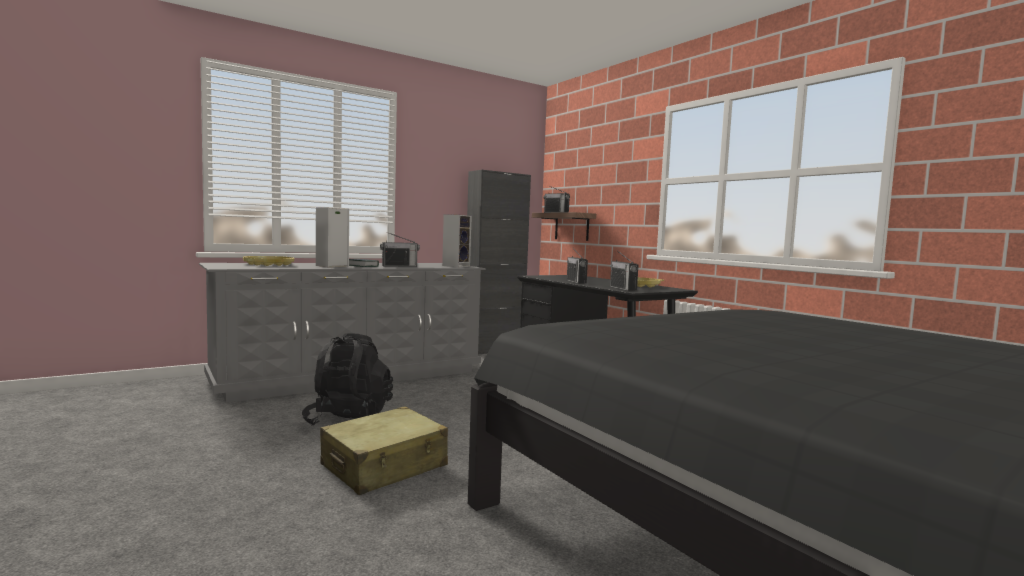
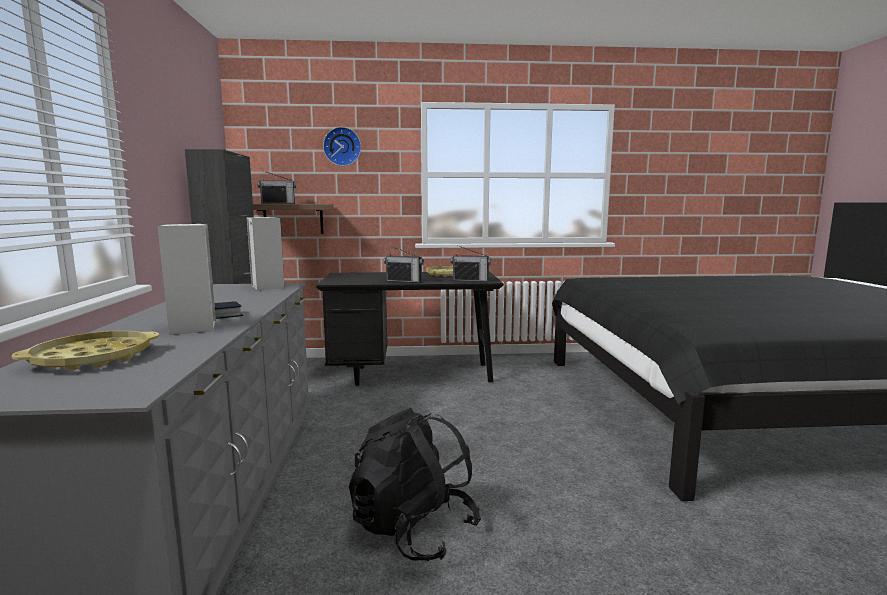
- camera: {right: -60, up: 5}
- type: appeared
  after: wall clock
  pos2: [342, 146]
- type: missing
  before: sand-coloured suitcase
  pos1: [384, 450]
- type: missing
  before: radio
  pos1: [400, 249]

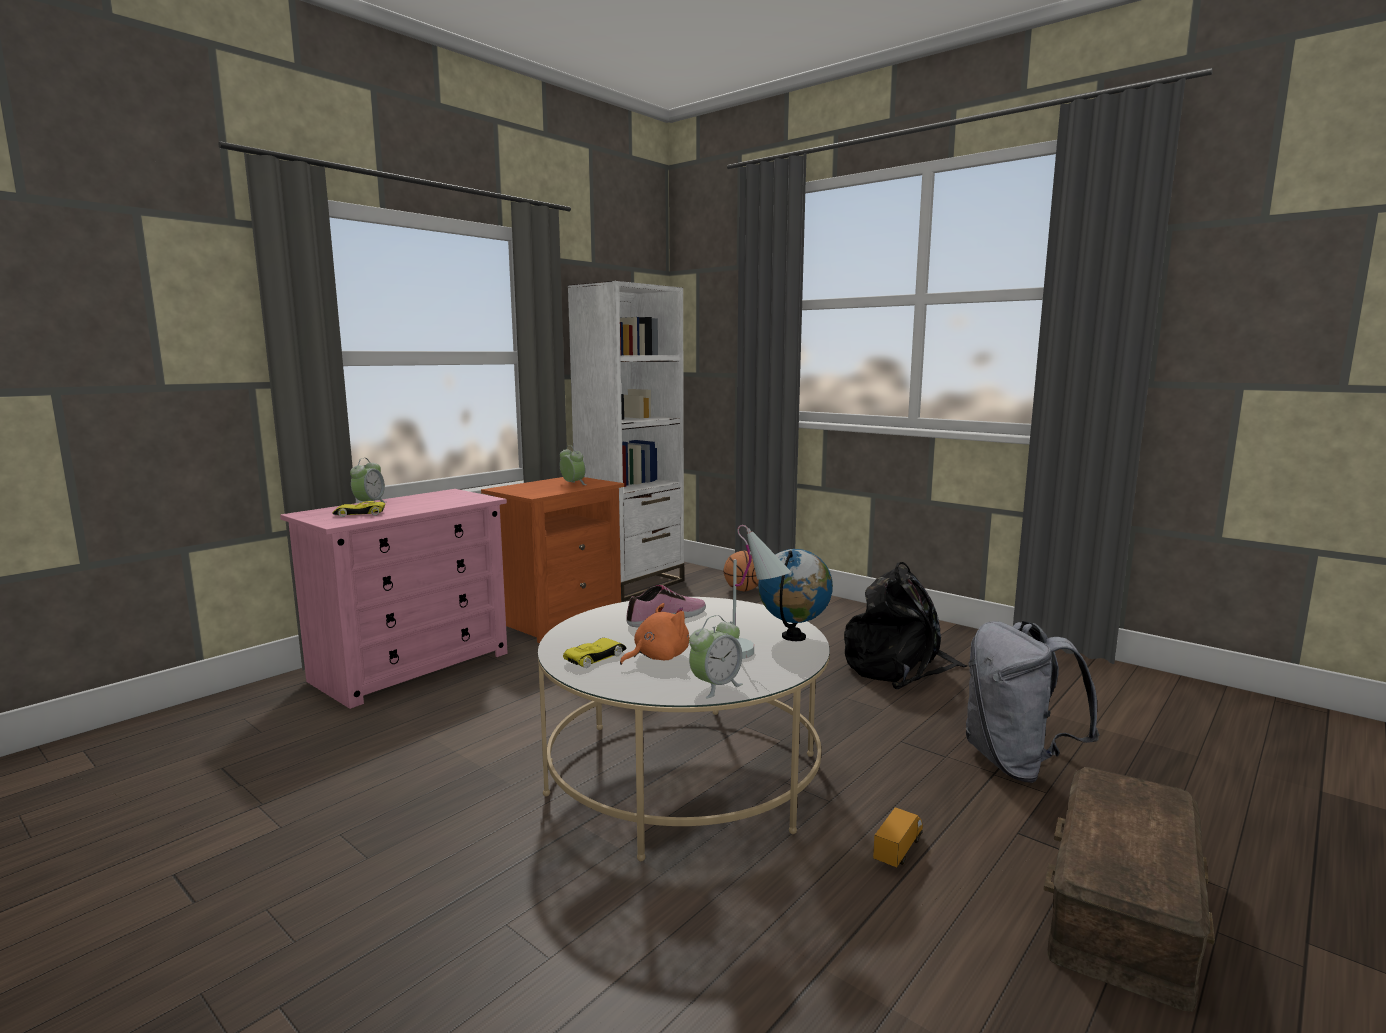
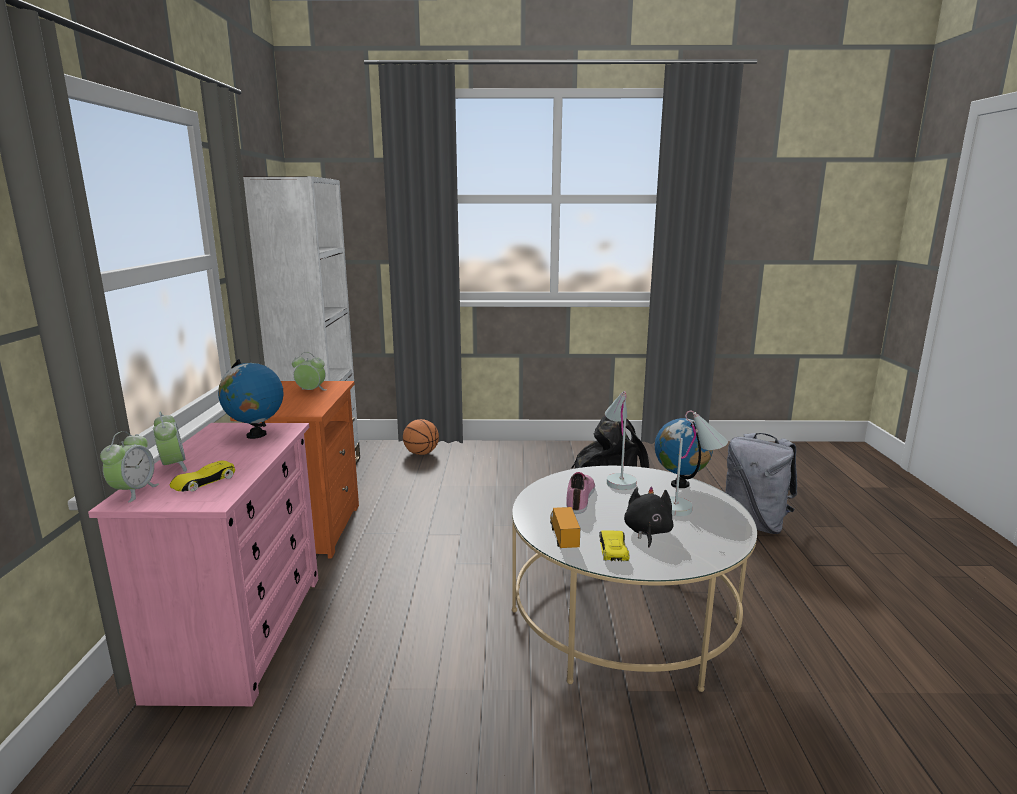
- camera: {right: -40, up: 5}
- type: relocated
  before: bedside clock
  pos1: [716, 657]
  pos2: [129, 466]
- type: appeared
  after: globe
  pos2: [251, 399]
- type: relocated
  before: toy lorry
  pos1: [898, 837]
  pos2: [565, 527]
- type: appeared
  after: whitish lamp for a table
  pos2: [621, 440]
- type: colour
  before: orange plush toy
  after: blackish plush toy
  pos1: [654, 634]
  pos2: [648, 517]
- type: missing
  before: brownish storage container
  pos1: [1129, 889]

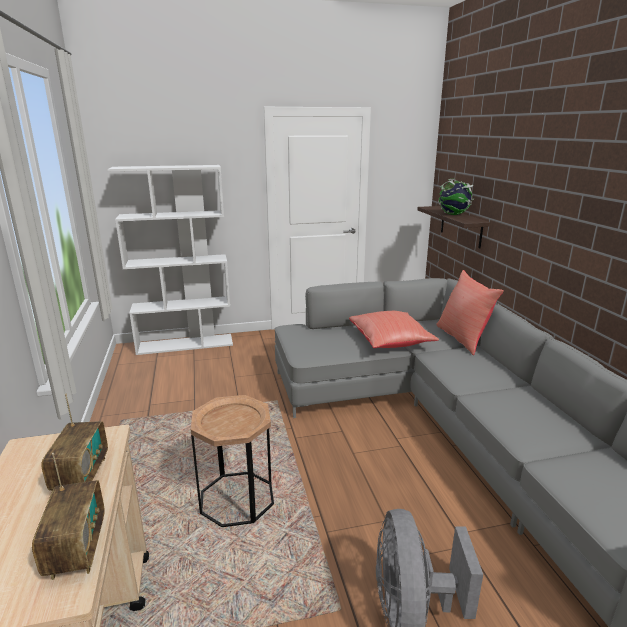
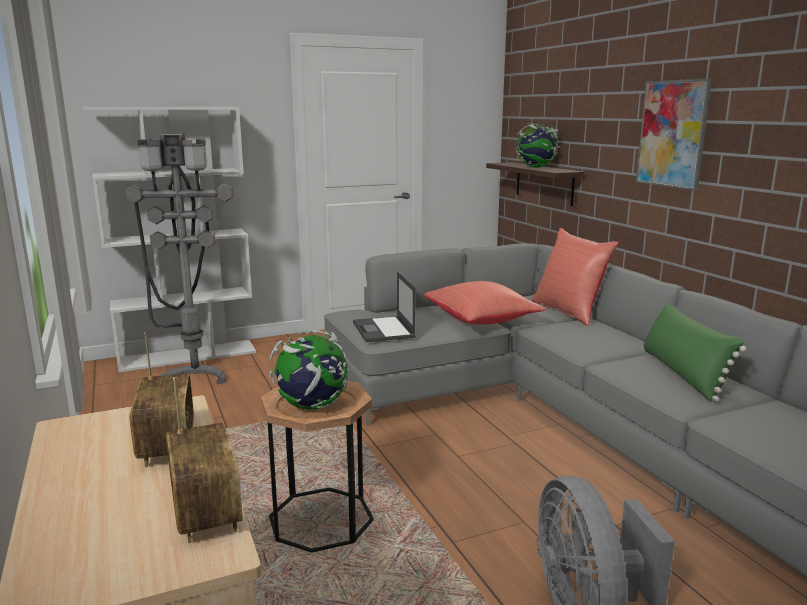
- camera: {right: -10, up: -5}
- type: appeared
  after: greyish floor lamp
  pos2: [179, 258]
- type: appeared
  after: globe
  pos2: [309, 370]
- type: appeared
  after: laptop
  pos2: [384, 307]
- type: appeared
  after: picture
  pos2: [674, 134]
- type: appeared
  after: green cushion
  pos2: [695, 351]

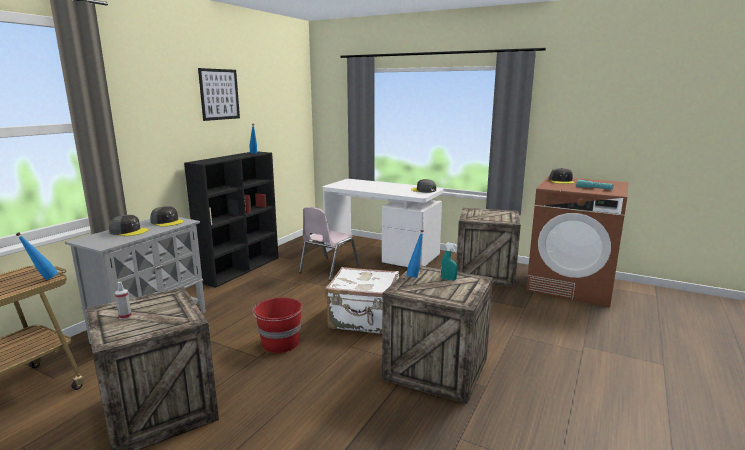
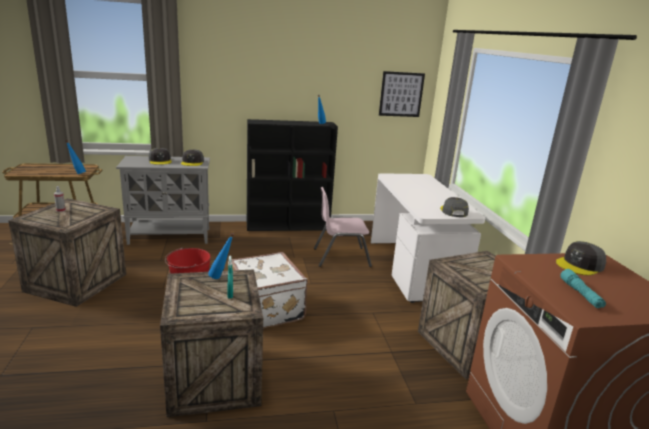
- camera: {right: 50, up: 5}
- type: relocated
  before: picture
  pos1: [219, 94]
  pos2: [402, 94]

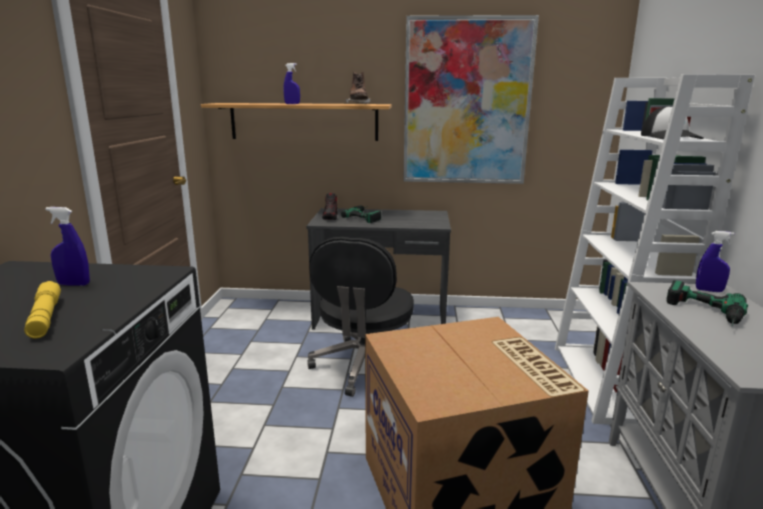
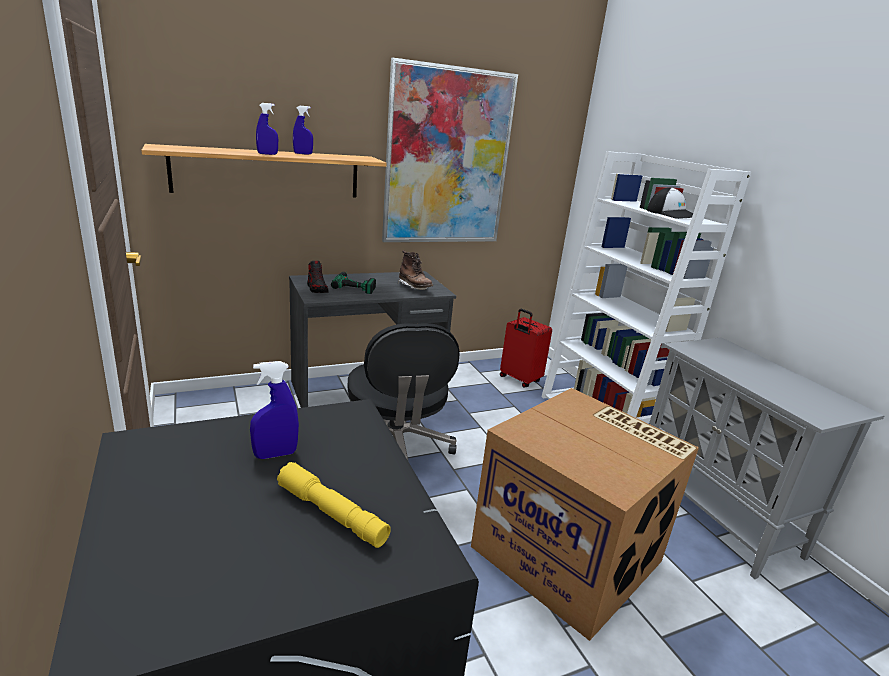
- camera: {right: -30, up: 5}
- type: relocated
  before: blue-coloured hand sprayer
  pos1: [715, 261]
  pos2: [303, 130]
- type: relocated
  before: brownish tall boot
  pos1: [358, 88]
  pos2: [415, 270]
- type: appeared
  after: reddish suitcase
  pos2: [526, 348]
- type: missing
  before: power drill
  pos1: [707, 303]

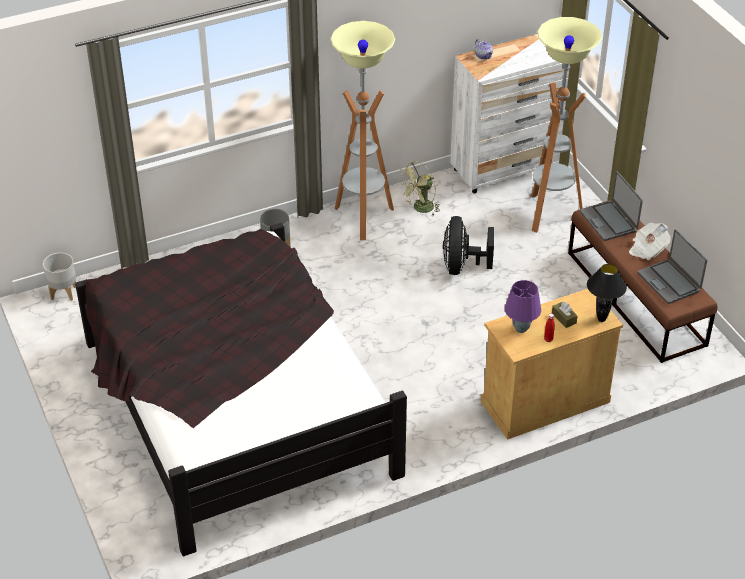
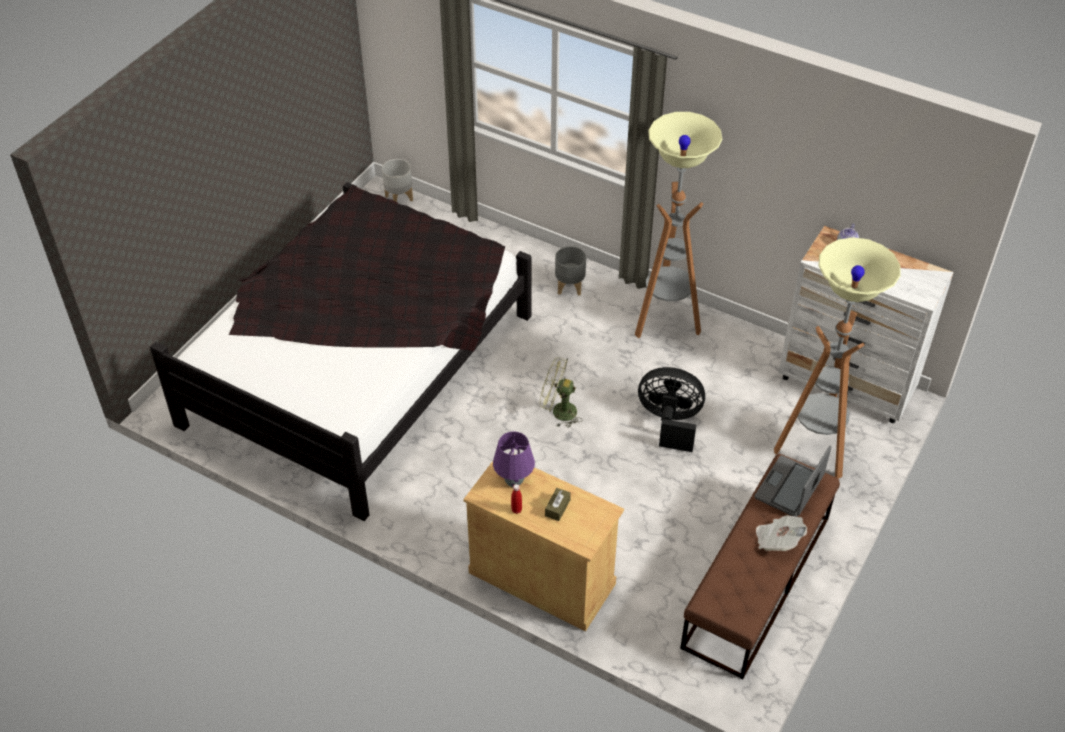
- camera: {right: 55, up: 5}
- type: relocated
  before: green electric fan
  pos1: [419, 188]
  pos2: [561, 392]
- type: spun
  before: blackish electric fan
  pos1: [468, 245]
  pos2: [671, 409]
  turn: 45
- type: missing
  before: blackish lamp for a table
  pos1: [607, 293]
- type: missing
  before: laptop
  pos1: [672, 266]

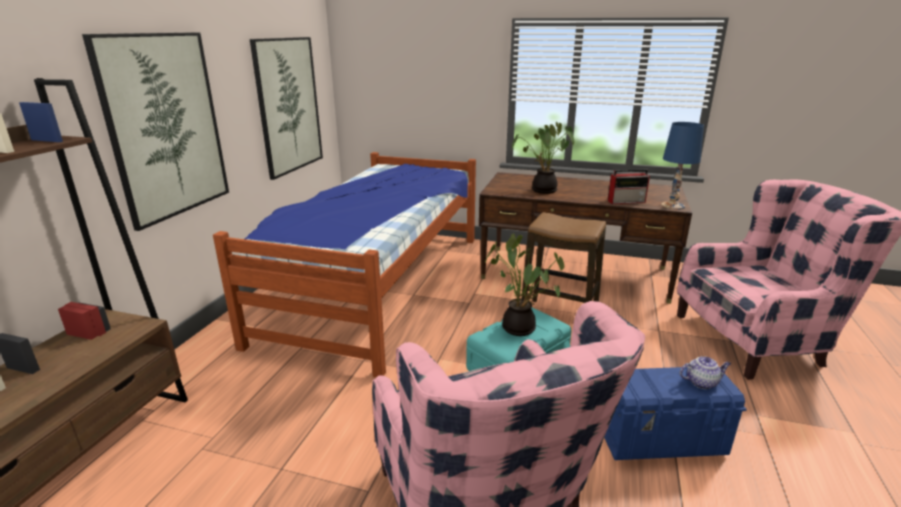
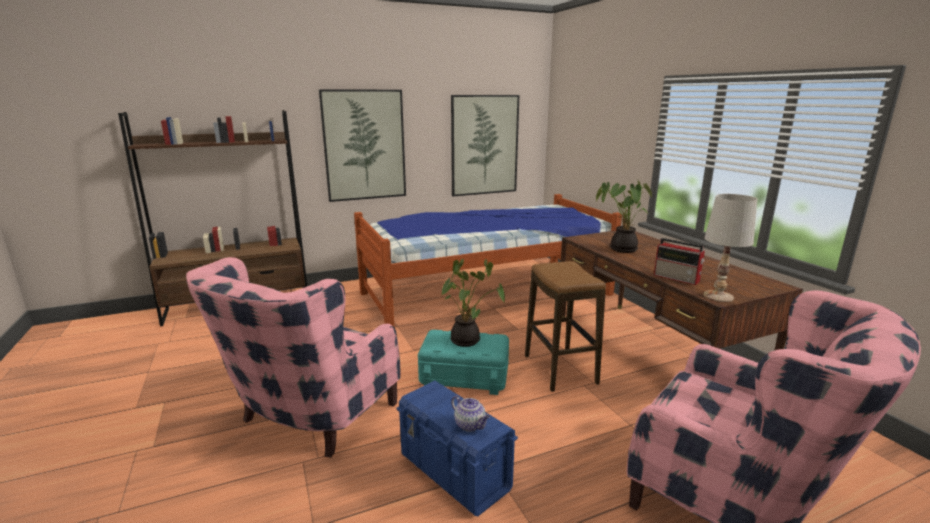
- camera: {right: 50, up: -5}
- type: colour
  before: blue-coloured lamp for a table
  after: whitish lamp for a table
  pos1: [682, 166]
  pos2: [730, 248]

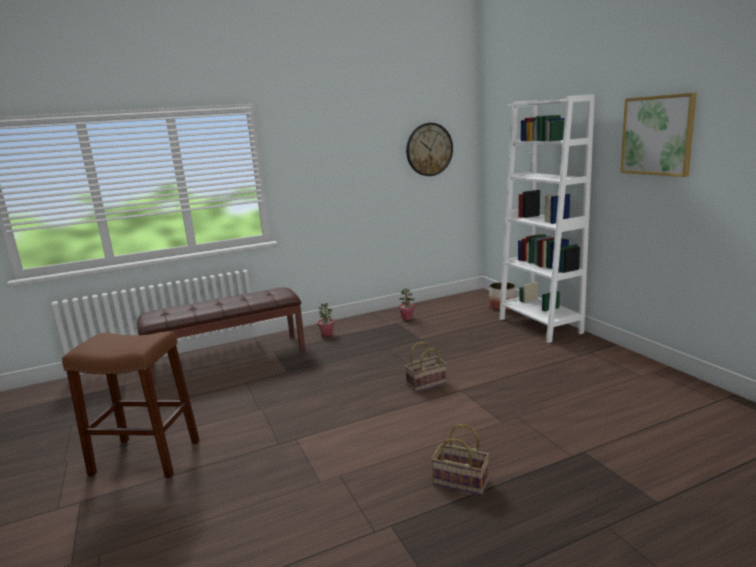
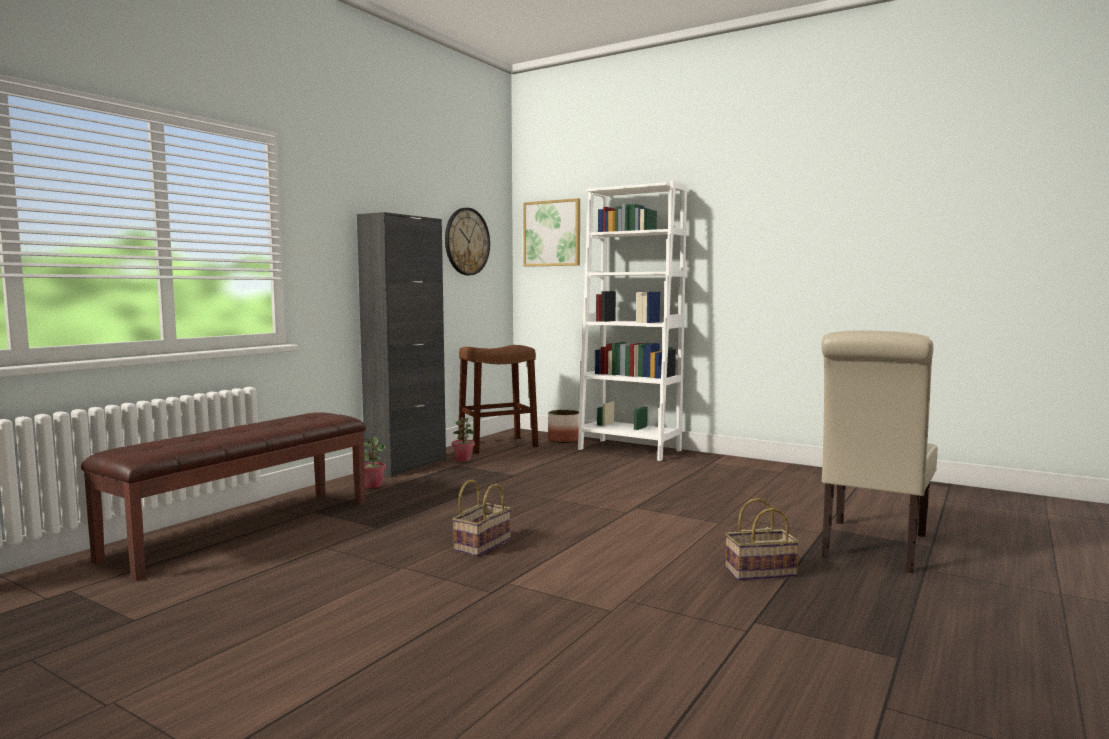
- camera: {right: -35, up: -10}
- type: appeared
  after: blackish storage cabinet
  pos2: [401, 344]
- type: relocated
  before: basket
  pos1: [426, 367]
  pos2: [481, 518]
- type: relocated
  before: brownish stool
  pos1: [131, 404]
  pos2: [498, 399]
- type: relocated
  before: picture
  pos1: [658, 134]
  pos2: [551, 232]
- type: appeared
  after: sand-coloured chair
  pos2: [880, 452]

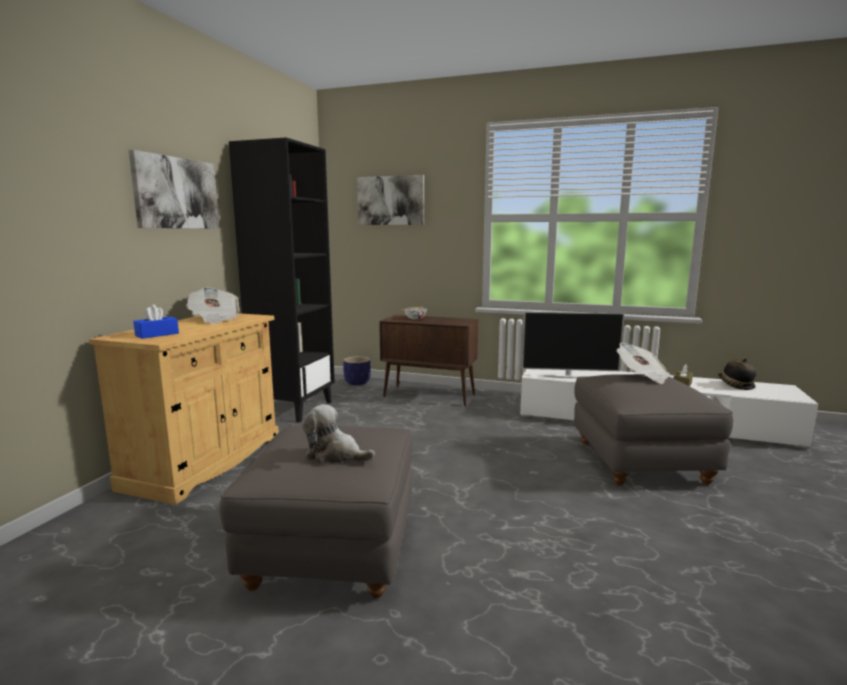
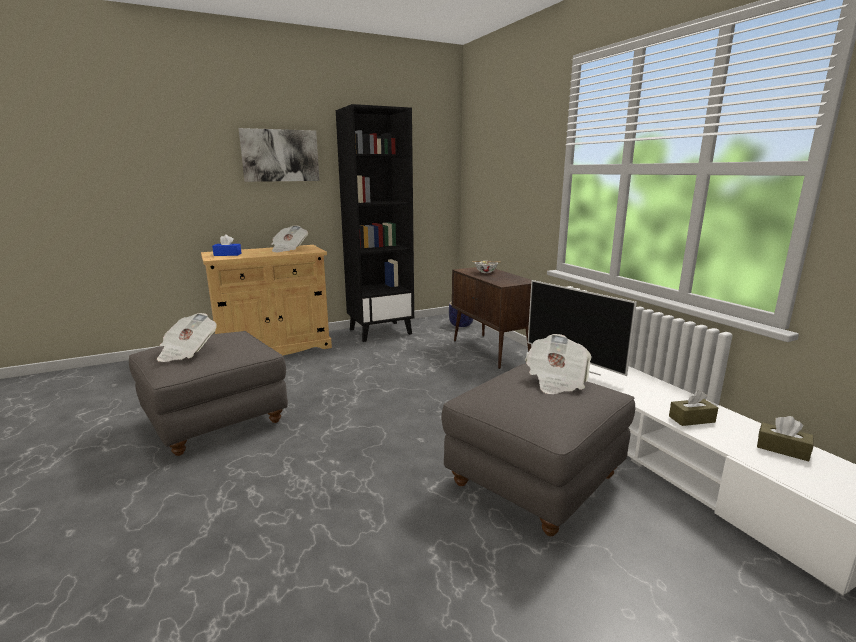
- camera: {right: 45, up: 5}
- type: exchanged
  before: plush toy
  after: newspaper
  pos1: [338, 434]
  pos2: [187, 337]
- type: exchanged
  before: clothing hat
  after: brownish tissue box
  pos1: [737, 374]
  pos2: [785, 439]
- type: missing
  before: picture
  pos1: [390, 200]

